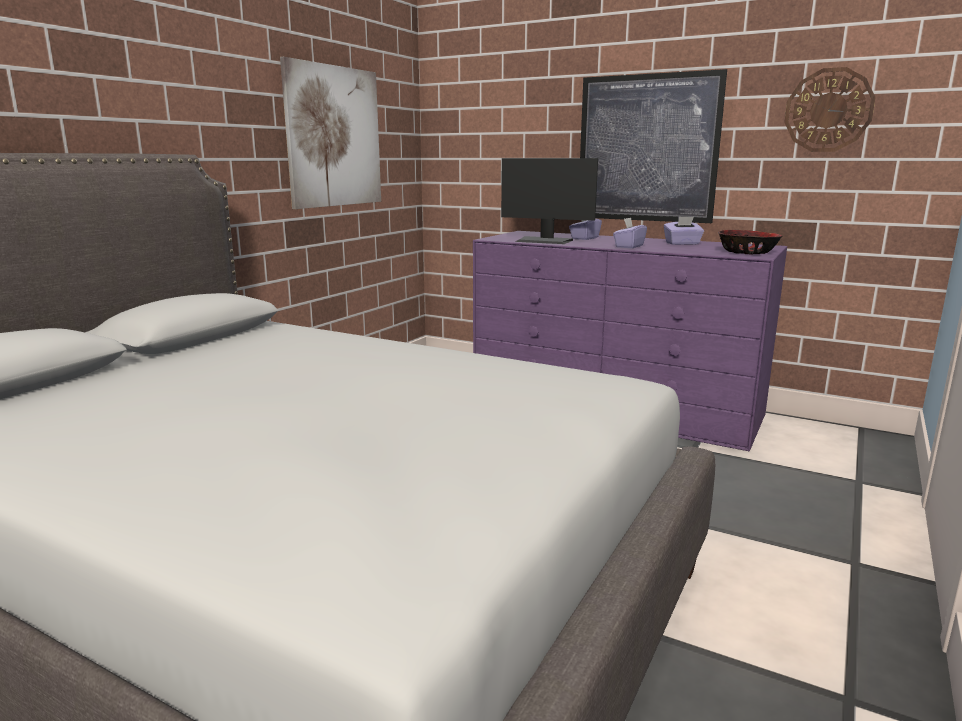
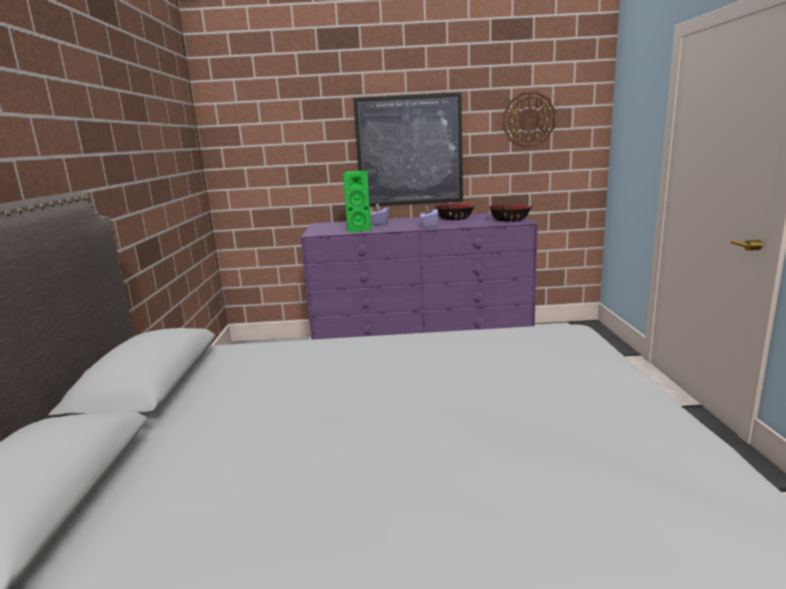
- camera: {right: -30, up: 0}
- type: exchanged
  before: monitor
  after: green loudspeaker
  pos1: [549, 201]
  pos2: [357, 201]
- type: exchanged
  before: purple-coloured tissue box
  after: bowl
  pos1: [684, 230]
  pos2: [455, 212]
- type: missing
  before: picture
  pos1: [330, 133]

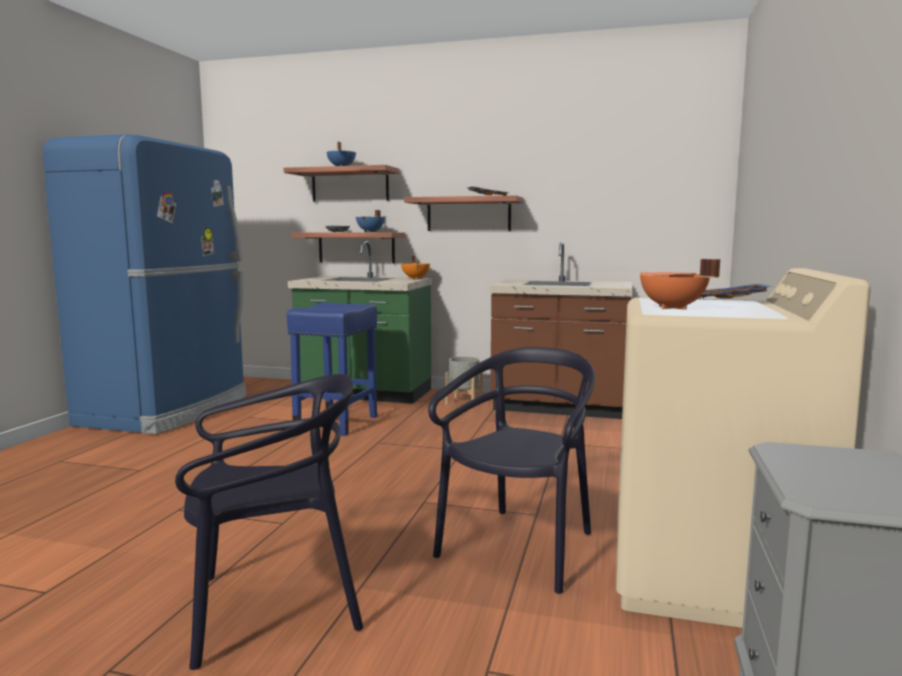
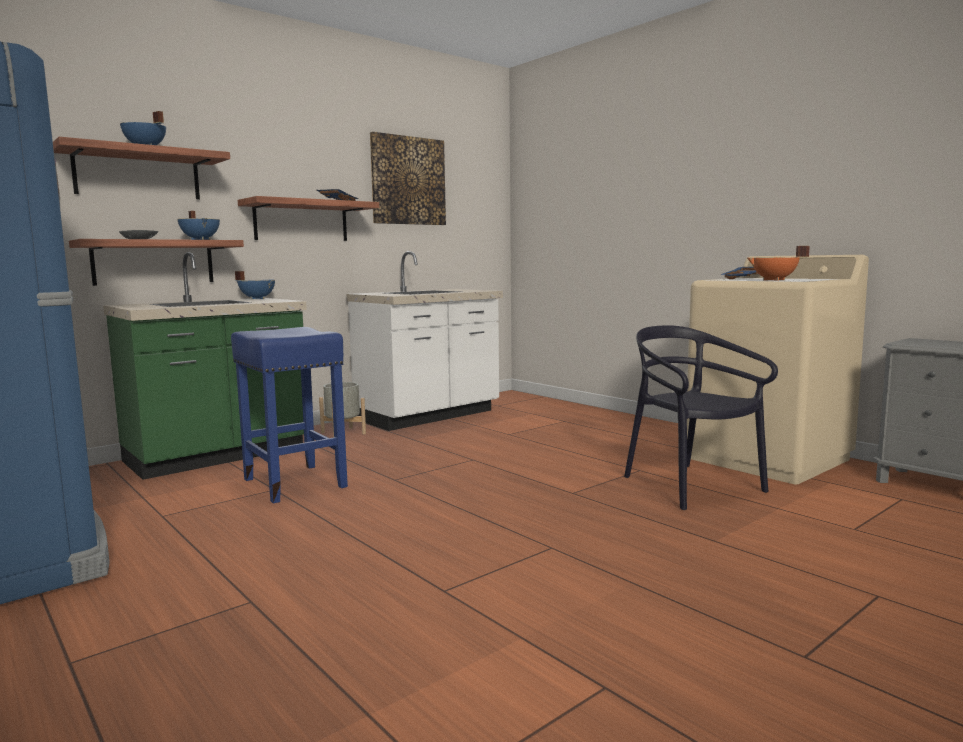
- camera: {right: -55, up: 0}
- type: colour
  before: orange saucepot
  after: blue-coloured saucepot
  pos1: [415, 267]
  pos2: [255, 285]
- type: colour
  before: brownish kitchen counter
  after: whitish kitchen counter
  pos1: [560, 330]
  pos2: [425, 341]
- type: appeared
  after: picture
  pos2: [408, 178]
- type: missing
  before: blackish chair
  pos1: [269, 522]

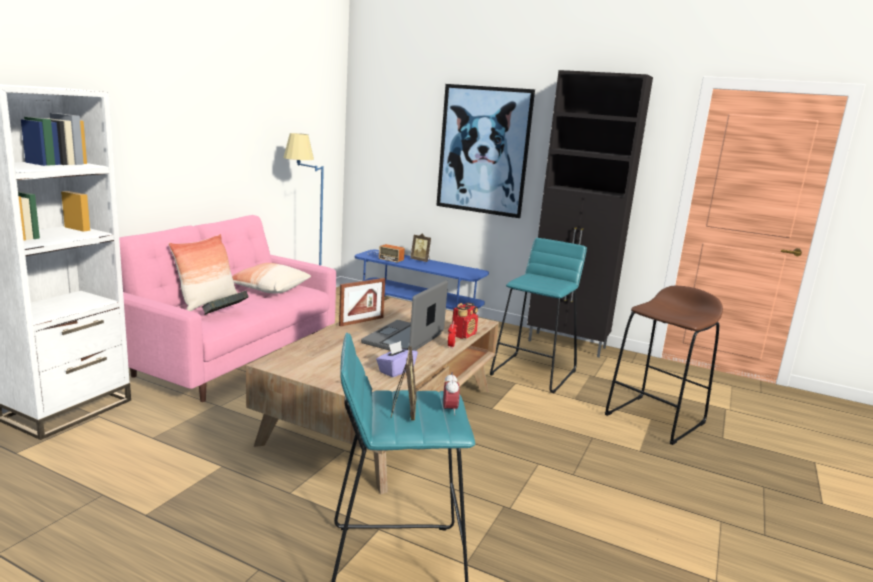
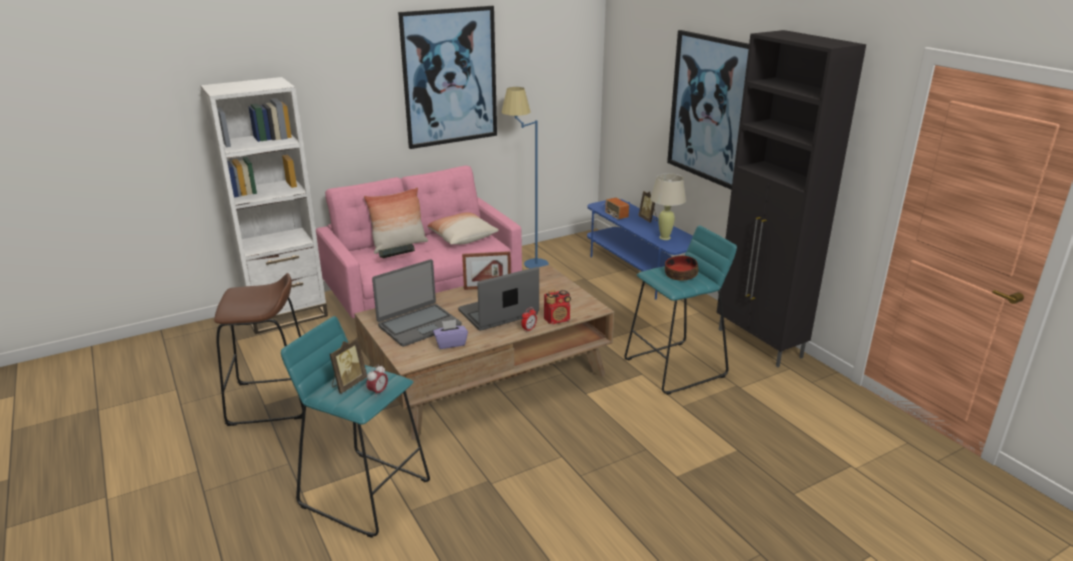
- camera: {right: 35, up: 10}
- type: relocated
  before: brownish stool
  pos1: [664, 365]
  pos2: [258, 349]
- type: appeared
  after: laptop
  pos2: [417, 303]
- type: appeared
  after: picture
  pos2: [447, 77]
- type: appeared
  after: sand-coloured lamp for a table
  pos2: [668, 206]
- type: appeared
  after: bowl
  pos2: [682, 268]

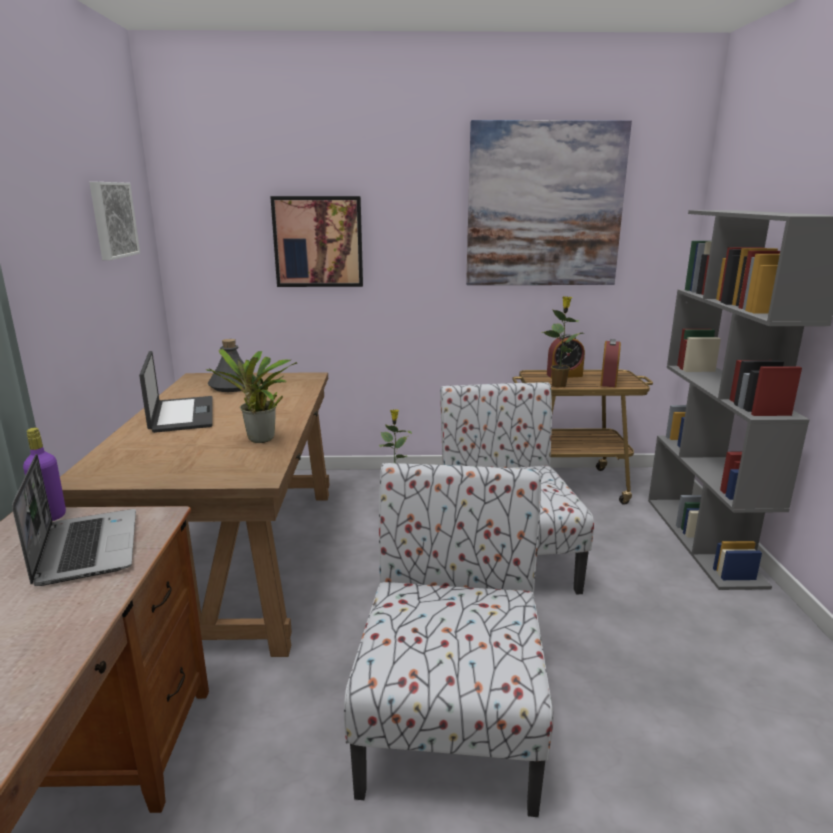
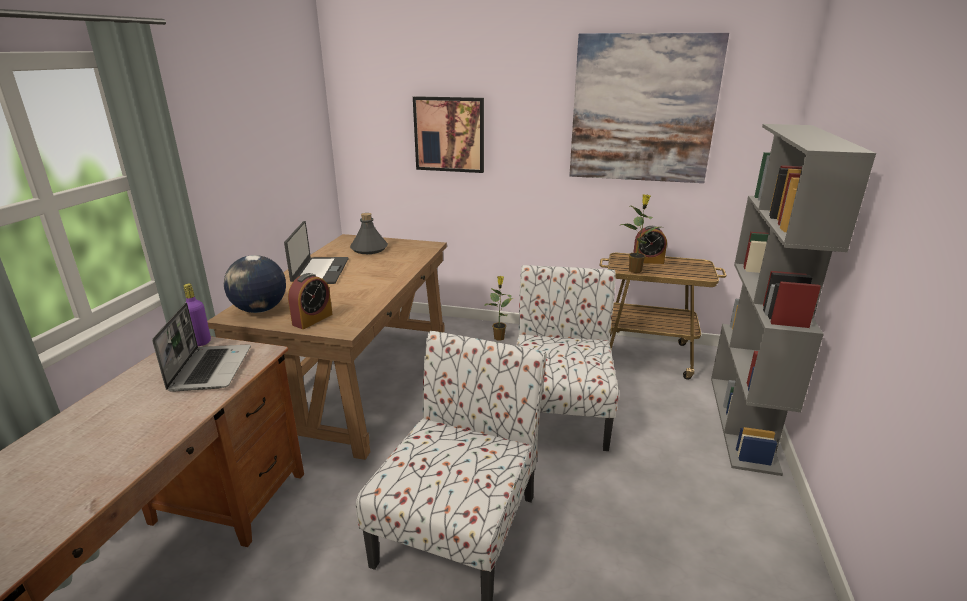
- camera: {right: 15, up: 5}
- type: appeared
  after: globe
  pos2: [255, 284]
- type: relocated
  before: bedside clock
  pos1: [610, 363]
  pos2: [310, 301]
- type: missing
  before: picture
  pos1: [114, 221]
- type: missing
  before: houseplant
  pos1: [252, 396]

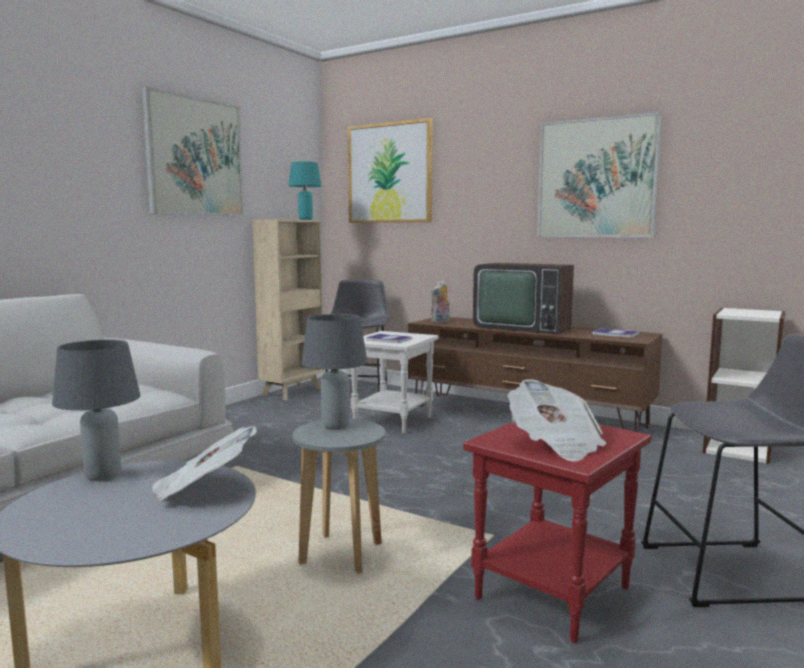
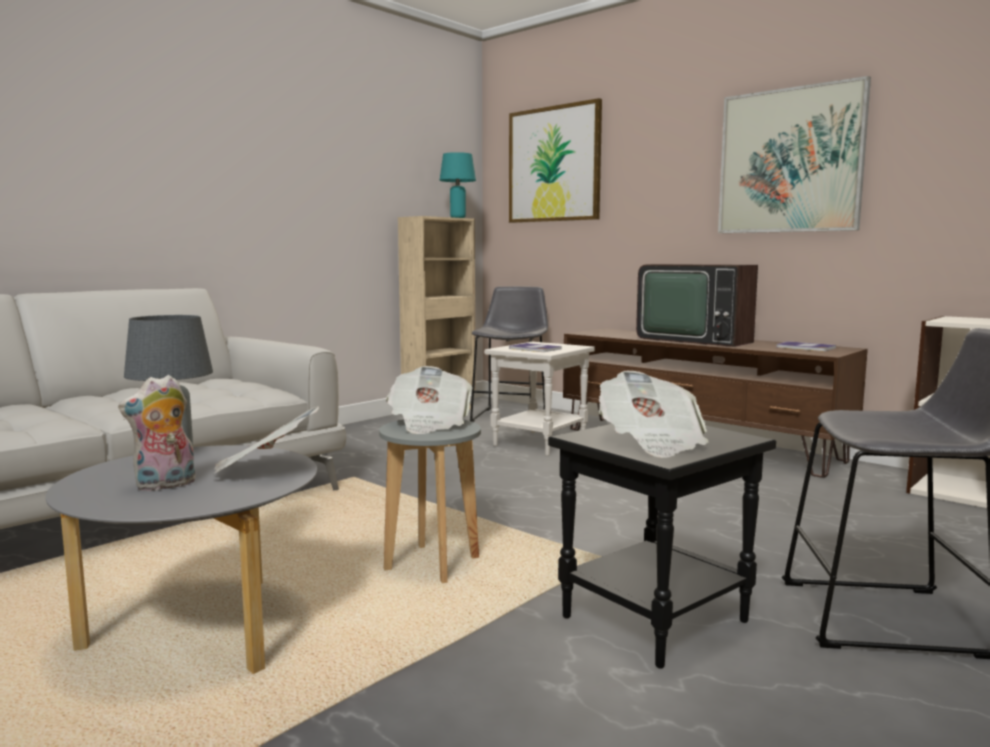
- camera: {right: 10, up: 0}
- type: relocated
  before: plush toy
  pos1: [440, 301]
  pos2: [157, 433]
- type: exchanged
  before: greyish lamp for a table
  after: newspaper
  pos1: [334, 372]
  pos2: [429, 400]
- type: colour
  before: reddish side table
  after: blackish side table
  pos1: [557, 532]
  pos2: [662, 546]
- type: missing
  before: picture
  pos1: [193, 151]

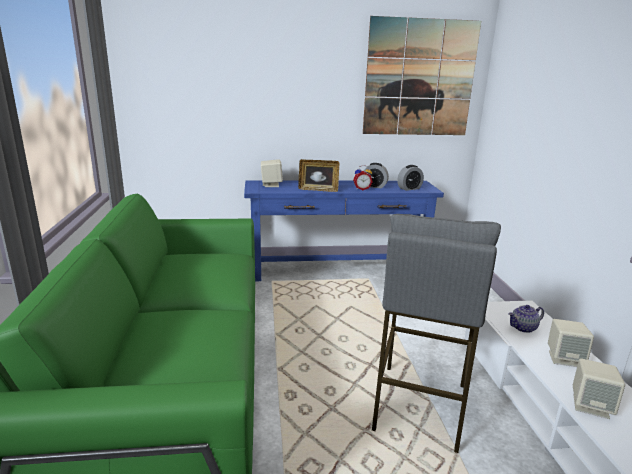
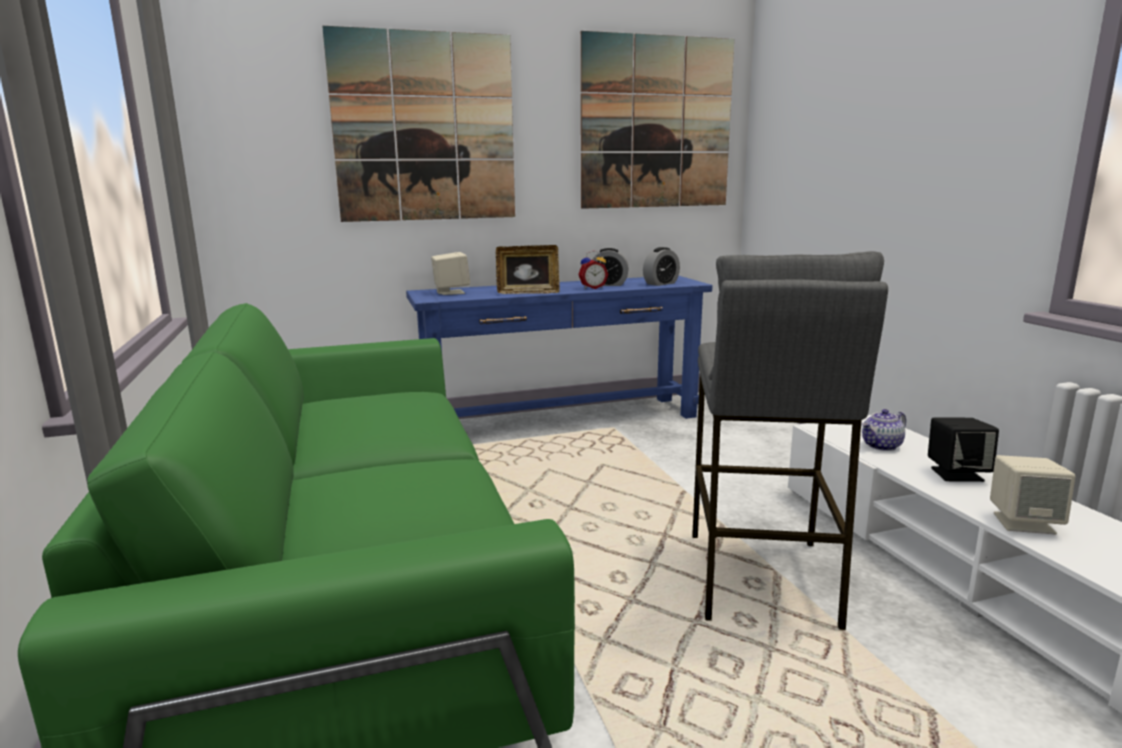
- camera: {right: -10, up: -5}
- type: appeared
  after: picture
  pos2: [418, 124]
- type: colour
  before: sand-coloured loudspeaker
  after: blackish loudspeaker
  pos1: [571, 343]
  pos2: [963, 449]

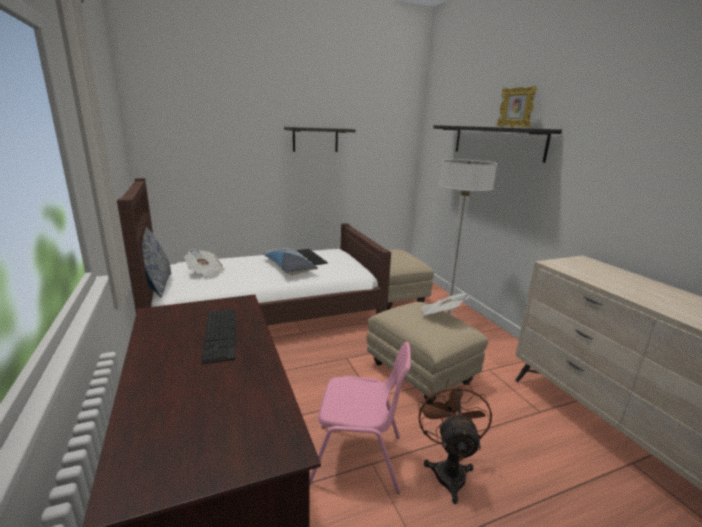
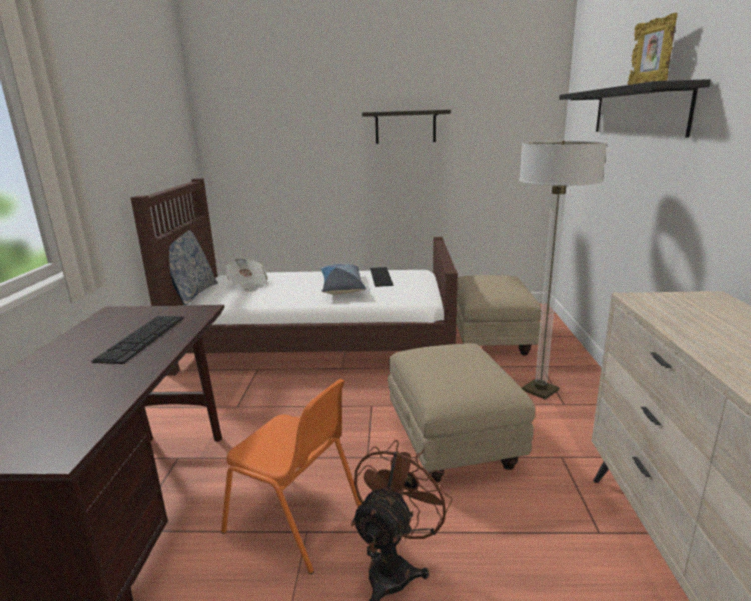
- camera: {right: 25, up: 0}
- type: colour
  before: pinkish chair
  after: orange chair
  pos1: [360, 418]
  pos2: [291, 476]
- type: missing
  before: newspaper
  pos1: [445, 304]

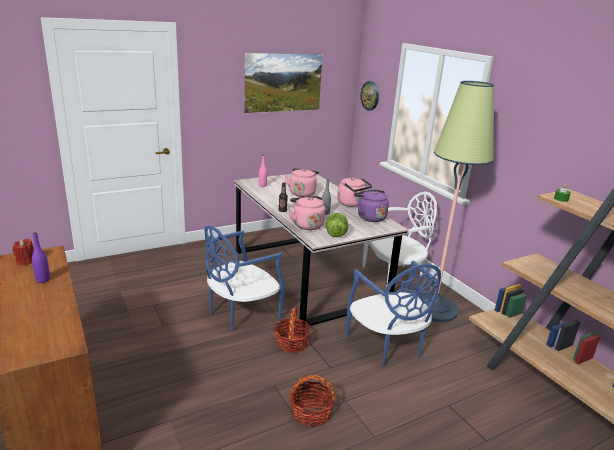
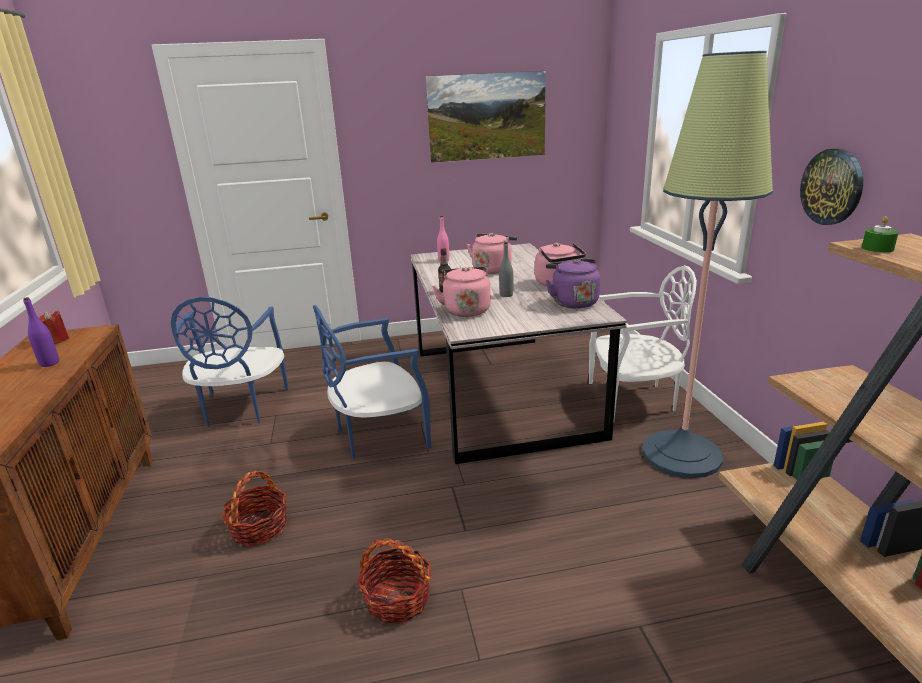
- camera: {right: 20, up: 0}
- type: relocated
  before: blue-coloured chair
  pos1: [393, 314]
  pos2: [230, 362]
- type: relocated
  before: basket
  pos1: [293, 330]
  pos2: [254, 508]
- type: relocated
  before: wall clock
  pos1: [369, 96]
  pos2: [831, 186]
- type: missing
  before: head of lettuce
  pos1: [337, 225]

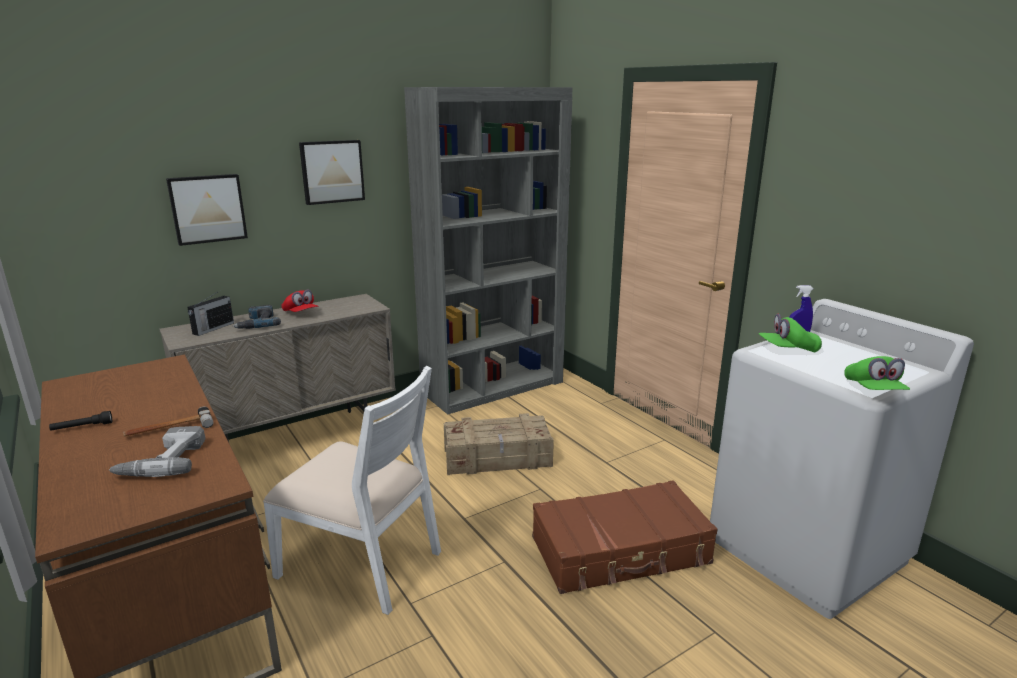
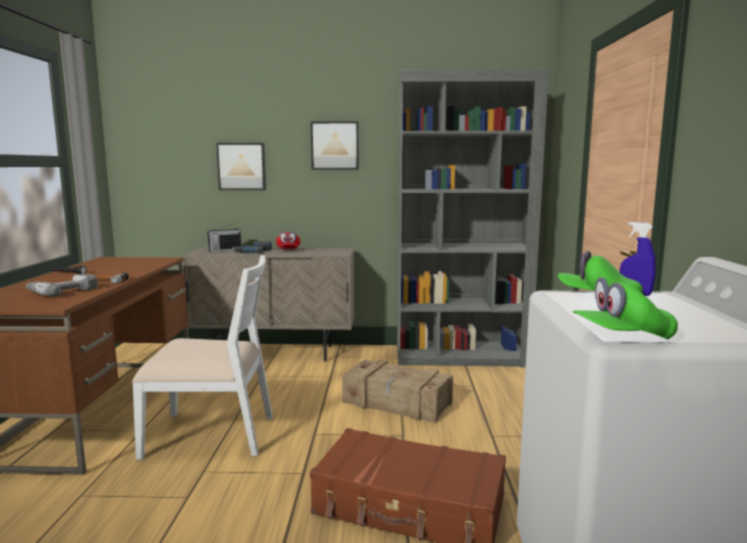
- camera: {right: 35, up: -10}
- type: spun
  before: whitish chair
  pos1: [352, 490]
  pos2: [202, 357]
  turn: -60
- type: spun
  before: green peaked cap
  pos1: [877, 373]
  pos2: [625, 308]
  turn: 45

